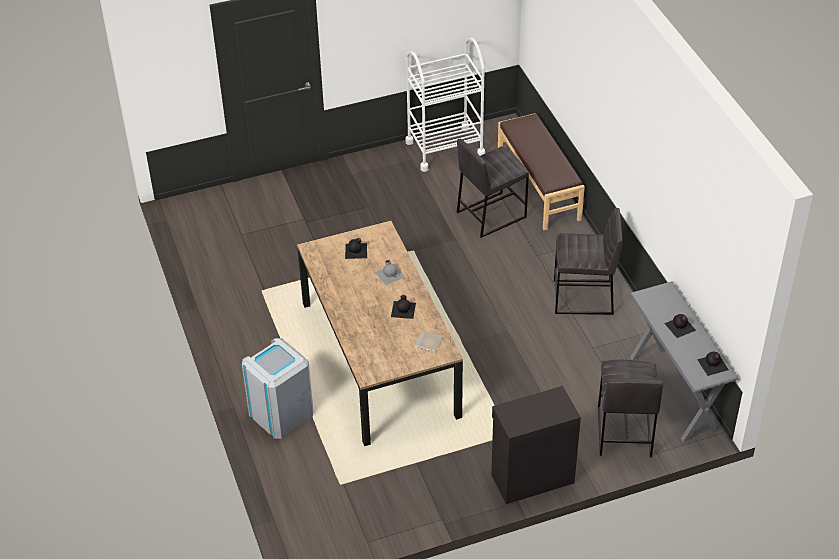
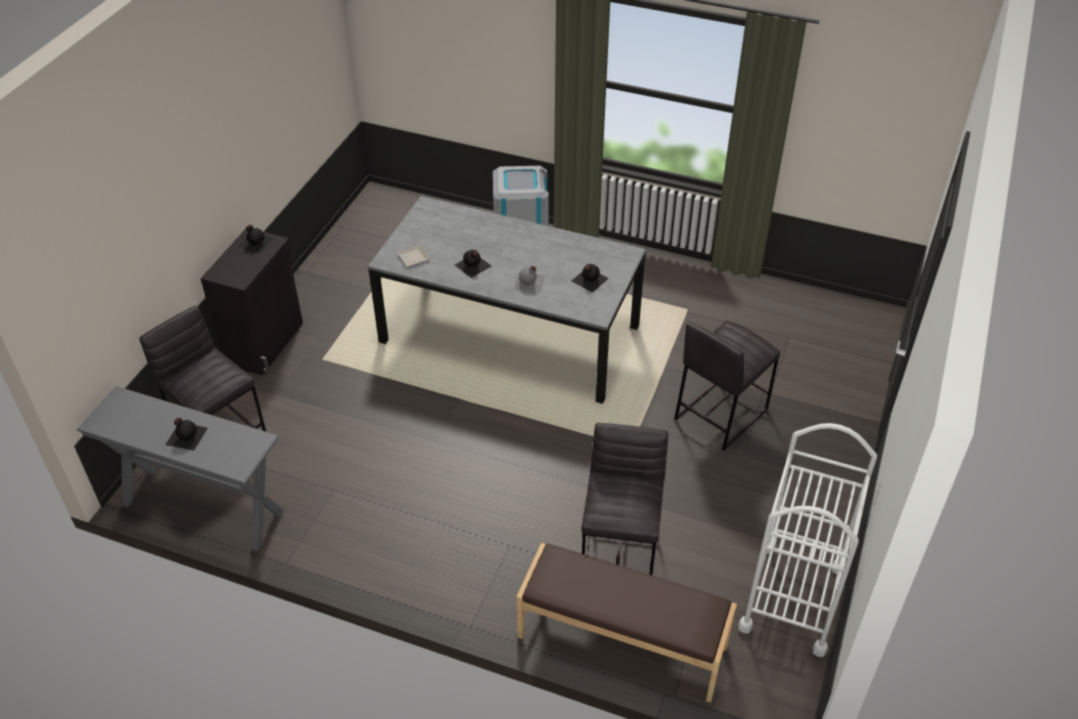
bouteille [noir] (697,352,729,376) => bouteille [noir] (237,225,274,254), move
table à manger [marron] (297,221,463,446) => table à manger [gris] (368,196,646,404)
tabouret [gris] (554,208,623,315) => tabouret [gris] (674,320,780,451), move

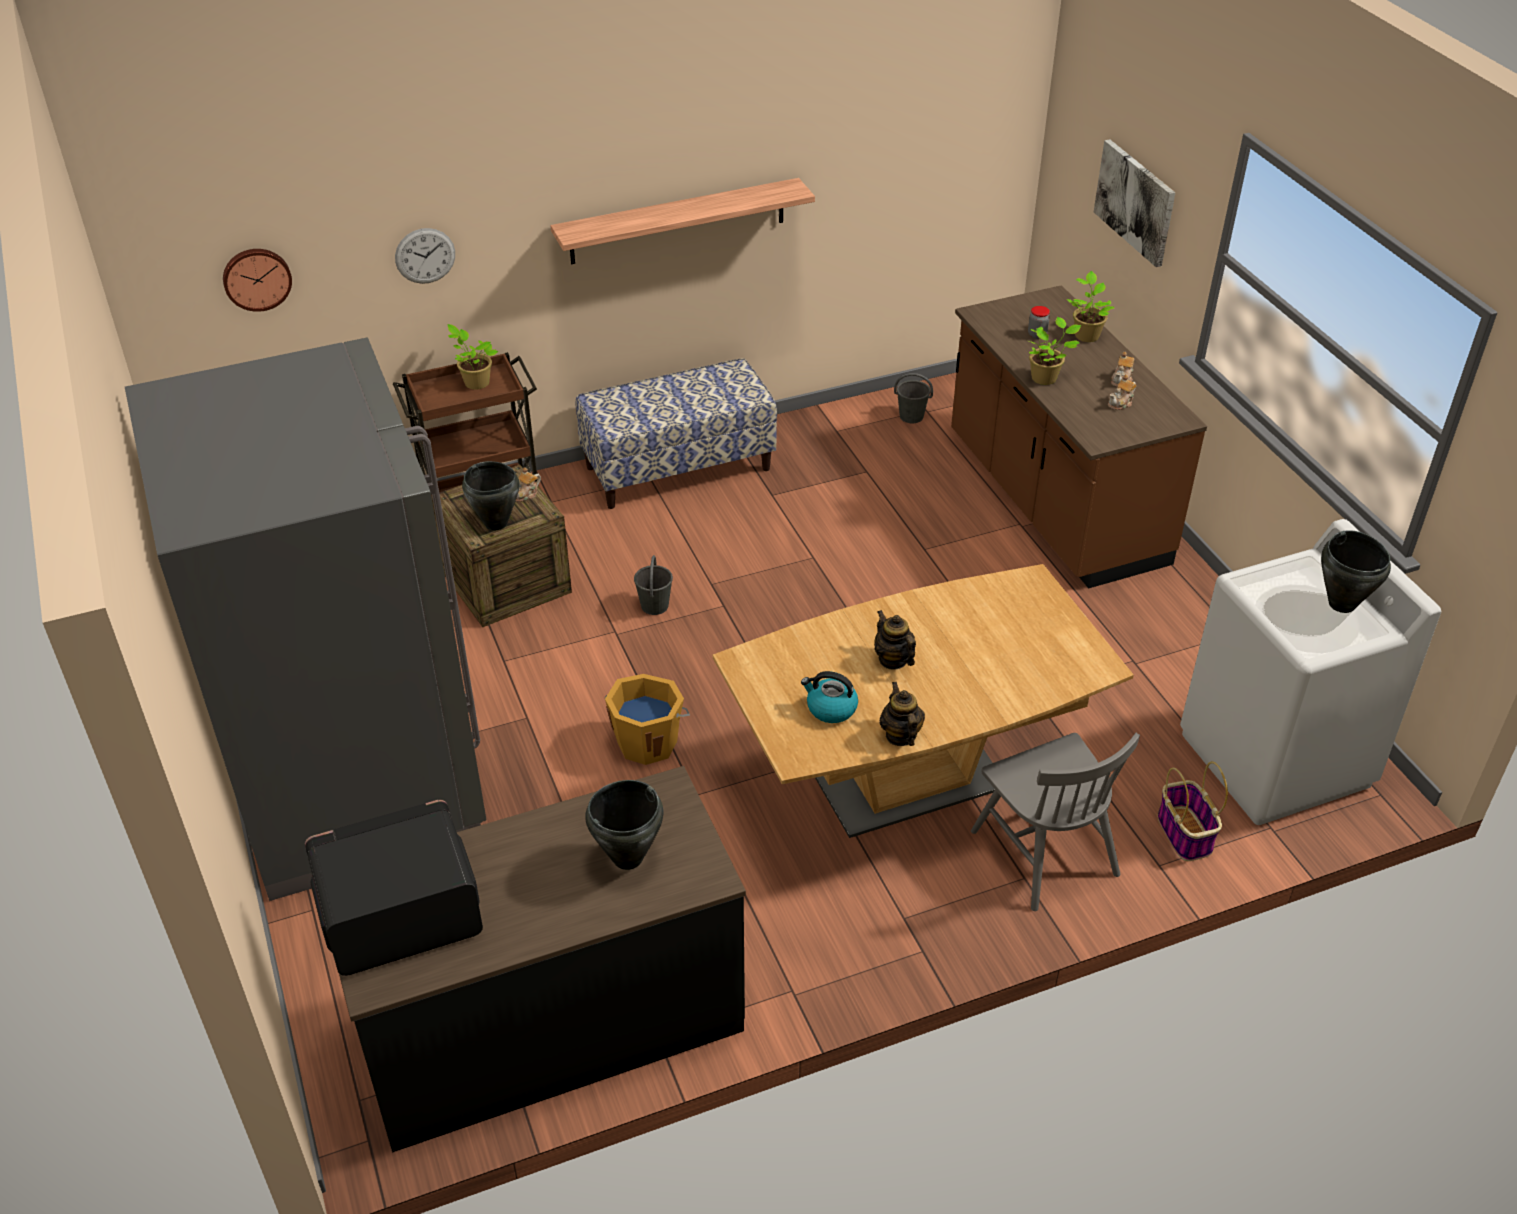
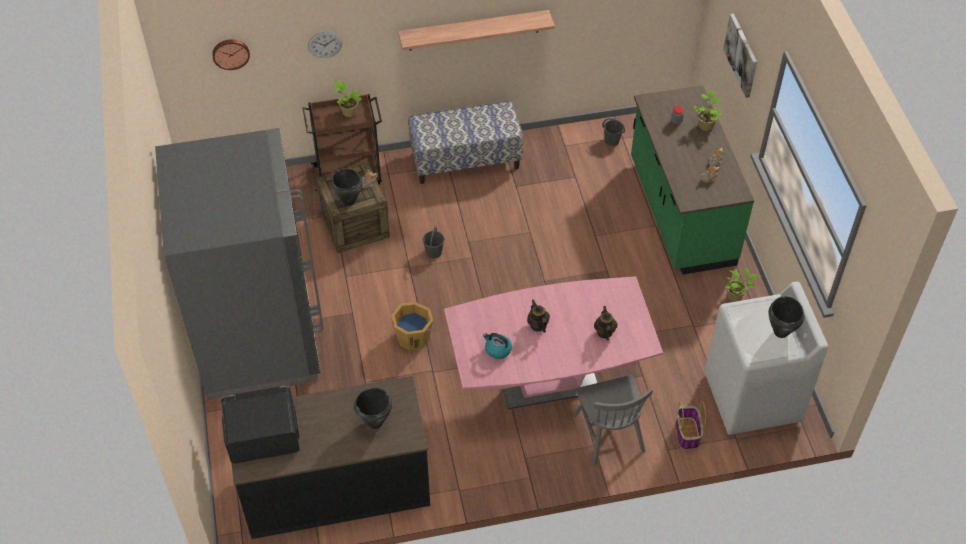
table à manger [marron] (713,564,1134,838) => table à manger [rose] (444,276,663,409)
théière (880,682,925,746) => théière (594,306,618,340), move
comptoir de cuisine [marron] (951,285,1207,589) => comptoir de cuisine [vert] (631,85,754,275)
plante en pot (1028,317,1081,385) => plante en pot (725,267,757,302), move

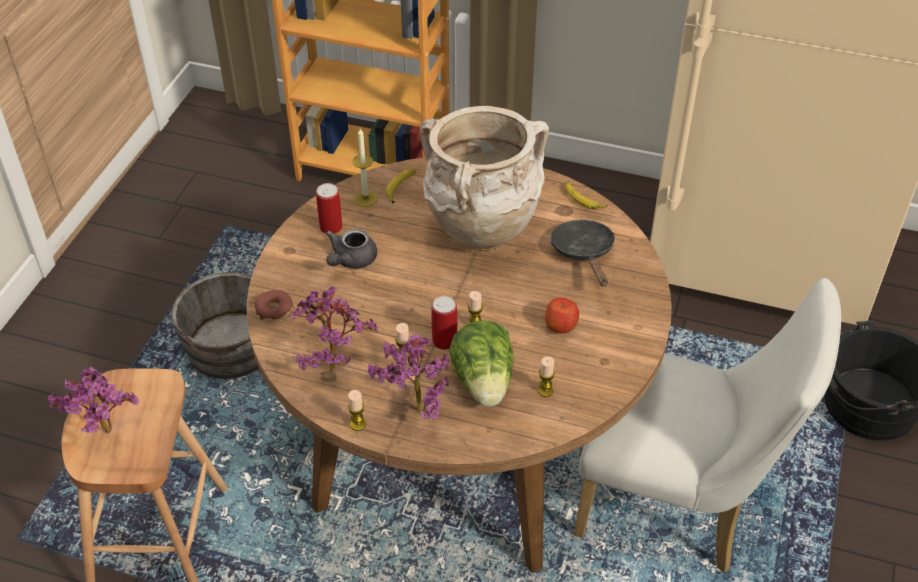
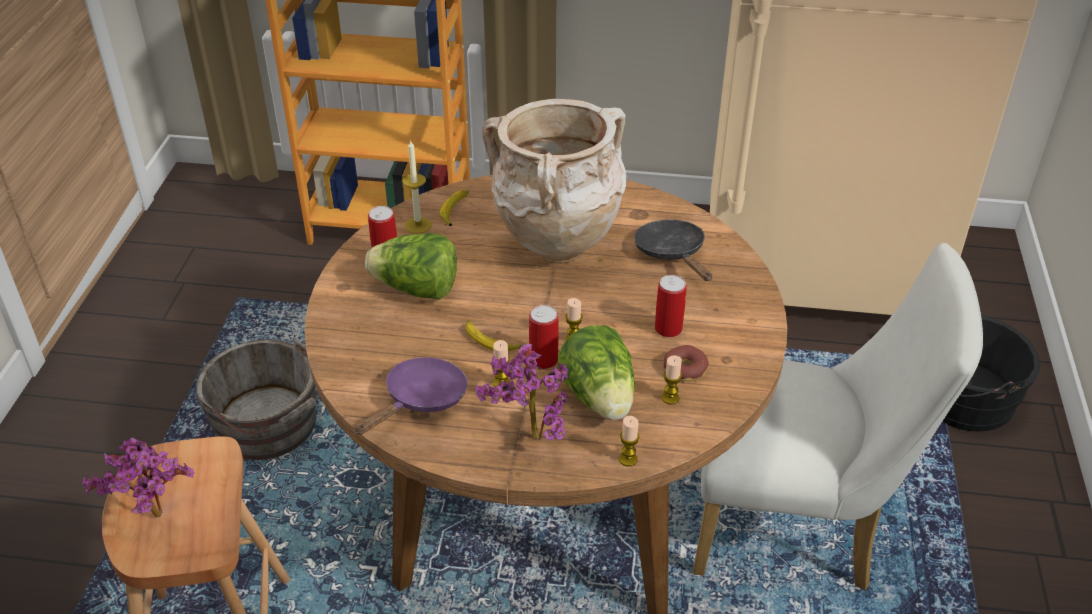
plante en pot (292,287,378,373) => poêle [violet] (354,357,468,435)
théière [gris] (326,229,377,269) => laitue (365,233,457,300)
banane (565,181,607,209) => banane (465,320,521,351), move
bougie (348,390,366,431) => bougie (619,416,640,466), move
pomme (545,298,579,333) => boîte métallique (655,275,687,337)
beignet (255,290,294,321) => beignet (664,345,709,381), move

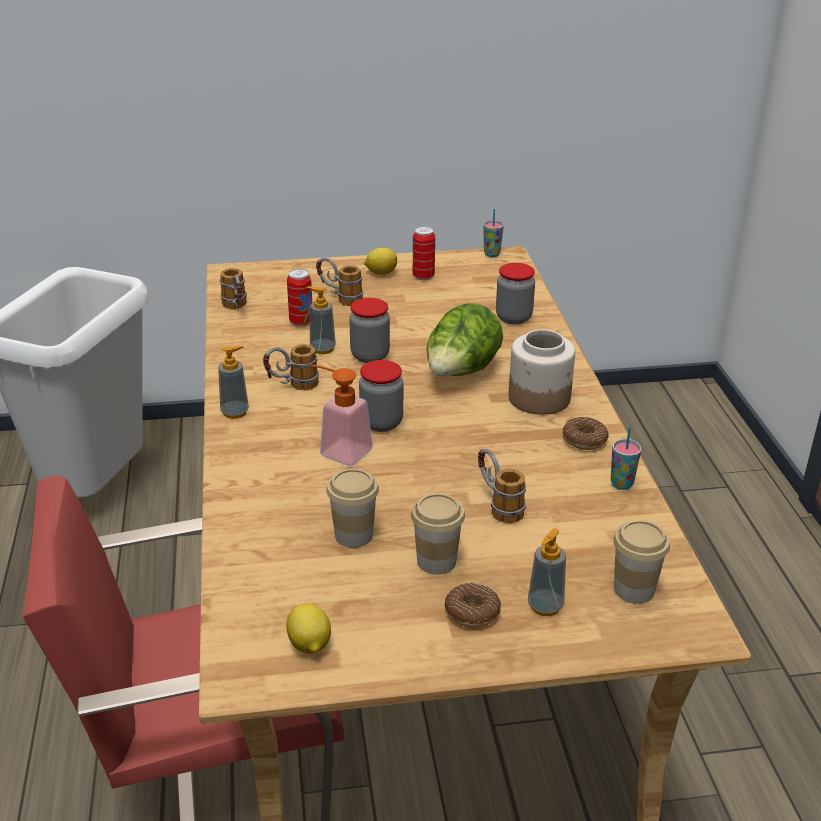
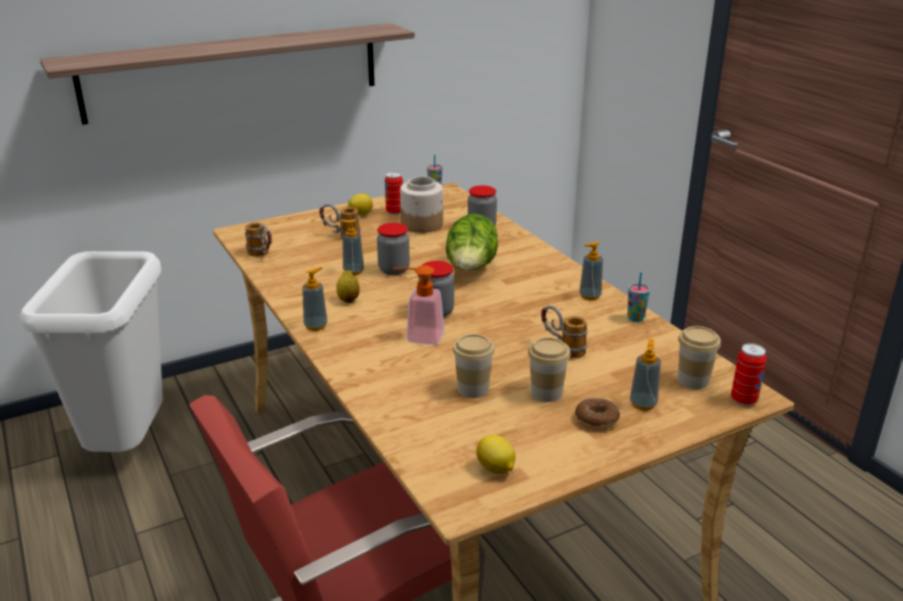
nothing => étagère (40,23,415,125)
mug (263,344,319,390) => citron (336,270,360,303)
bocal (509,329,575,415) => bocal (400,176,443,233), move
beignet (563,417,609,450) => distributeur de savon (579,242,603,301)
boîte métallique (287,268,312,327) => boîte métallique (731,343,767,406), move

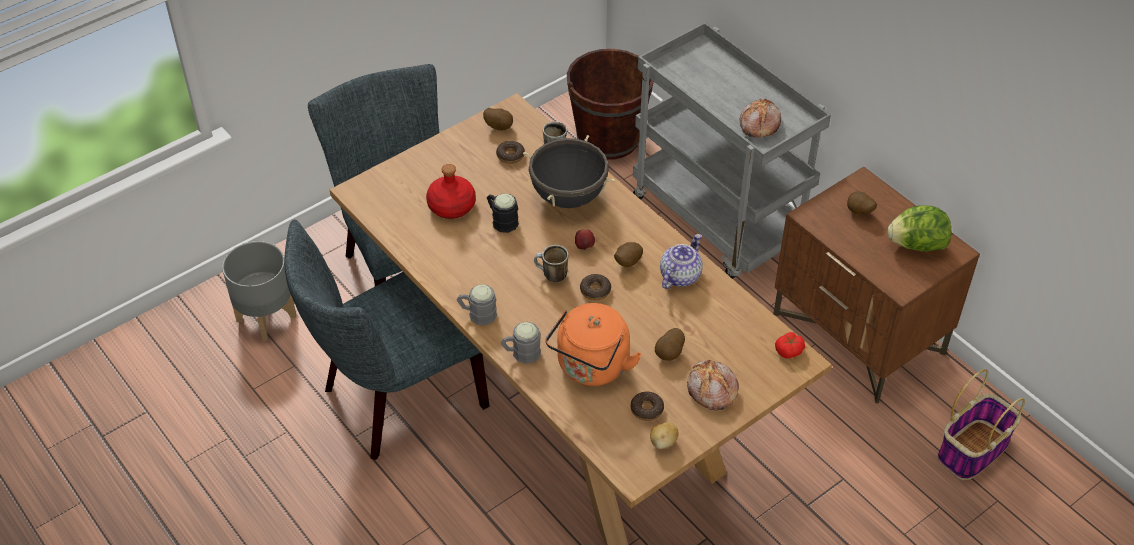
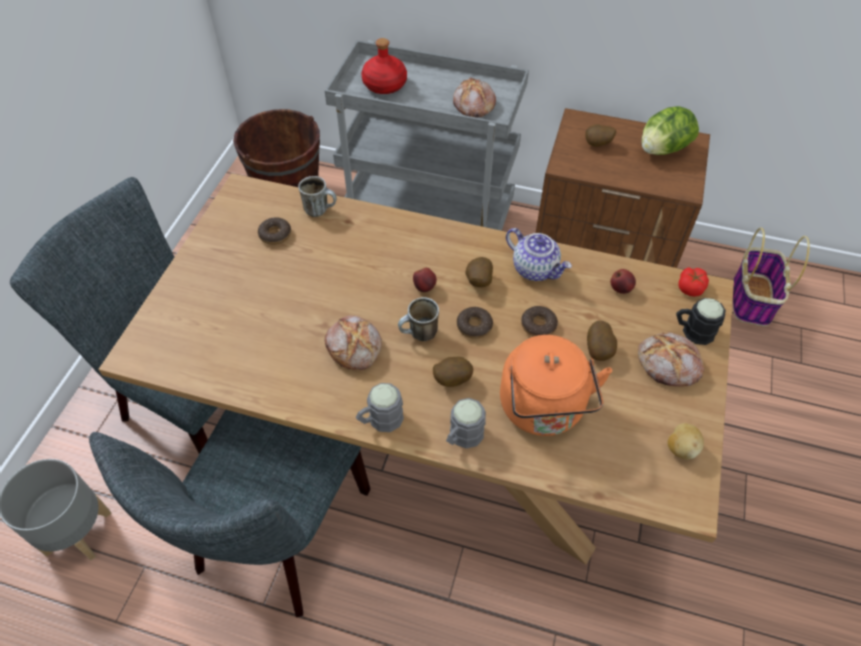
nothing => pain (325,315,382,370)
bouteille [rouge] (426,164,476,219) => bouteille [rouge] (361,38,407,94), move
pomme de terre (483,108,513,131) => pomme de terre (433,357,473,387), move
théière (660,234,703,289) => théière (506,228,572,281), 135 degrees clockwise
beignet (631,391,664,421) => beignet (521,306,558,337), move
nothing => pomme (610,269,636,294)
mug [noir] (487,194,519,233) => mug [noir] (676,298,726,345), move
marmite [noir] (523,135,615,208) => nothing

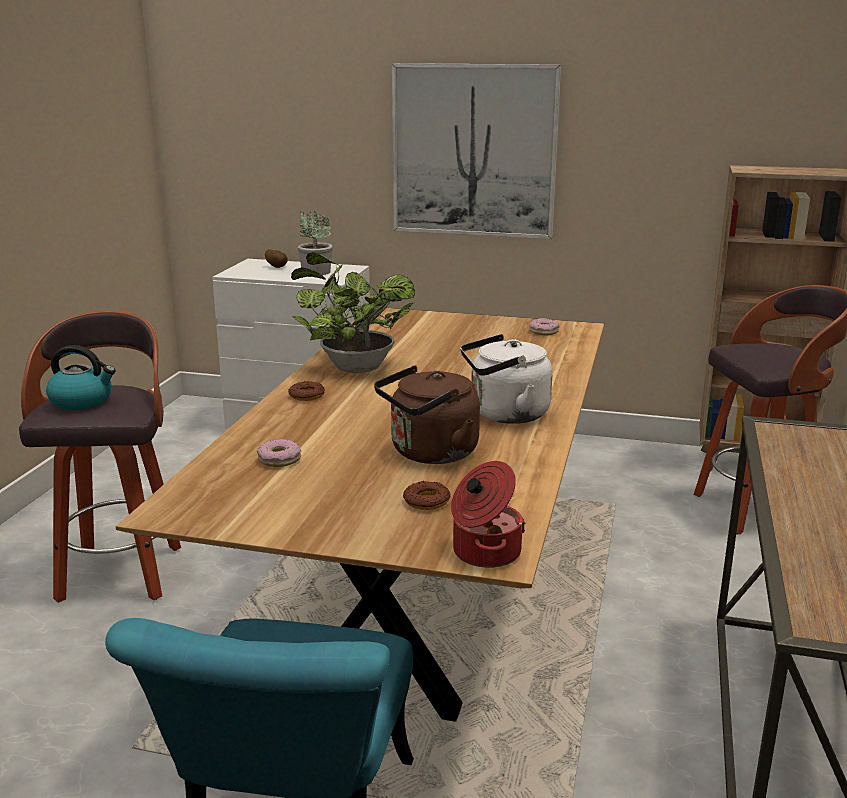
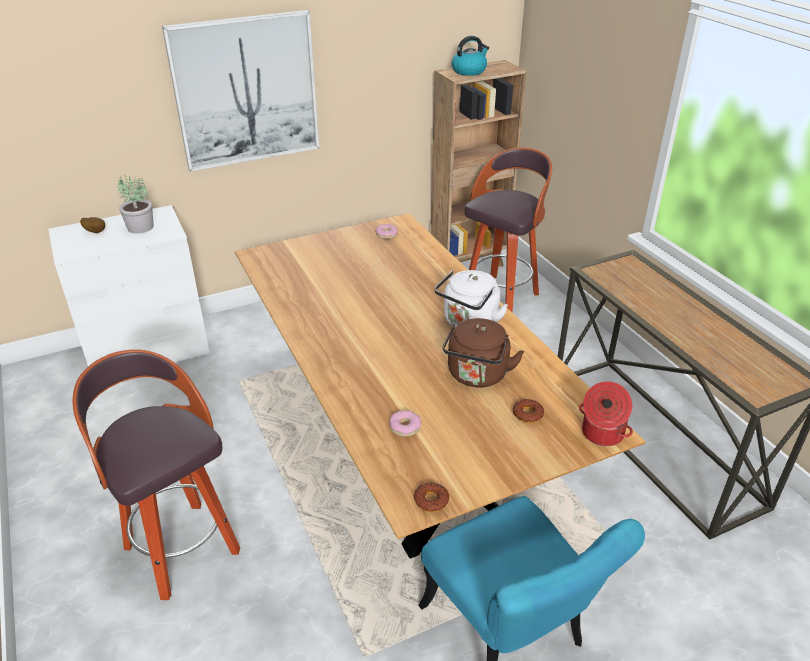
beignet (288,381,325,401) => beignet (414,482,449,512), move
bouilloire (46,345,115,410) => bouilloire (452,36,489,76), move
plante en pot (291,252,415,373) => nothing

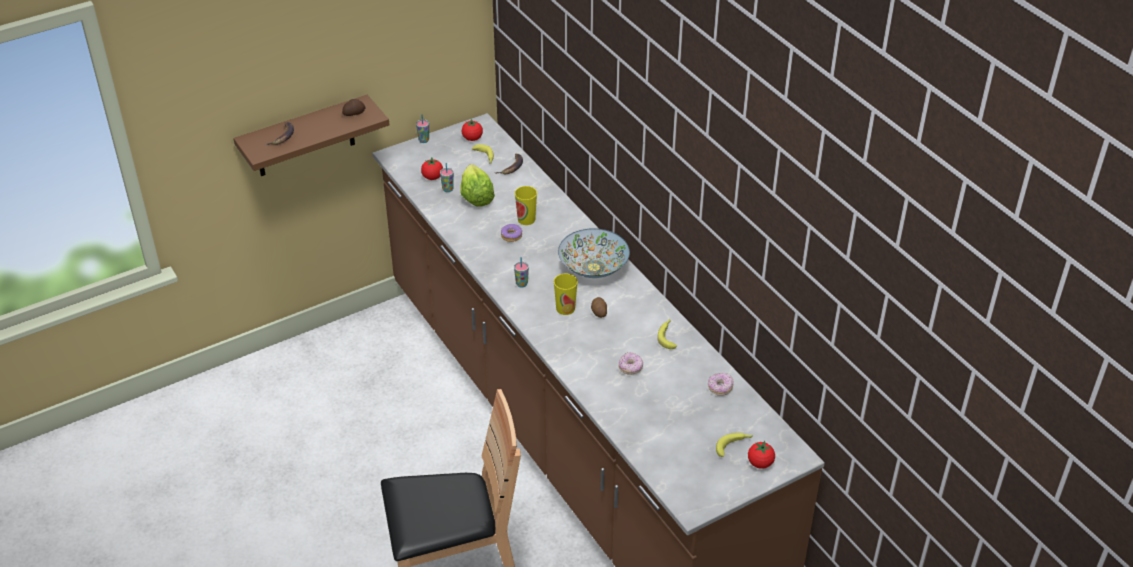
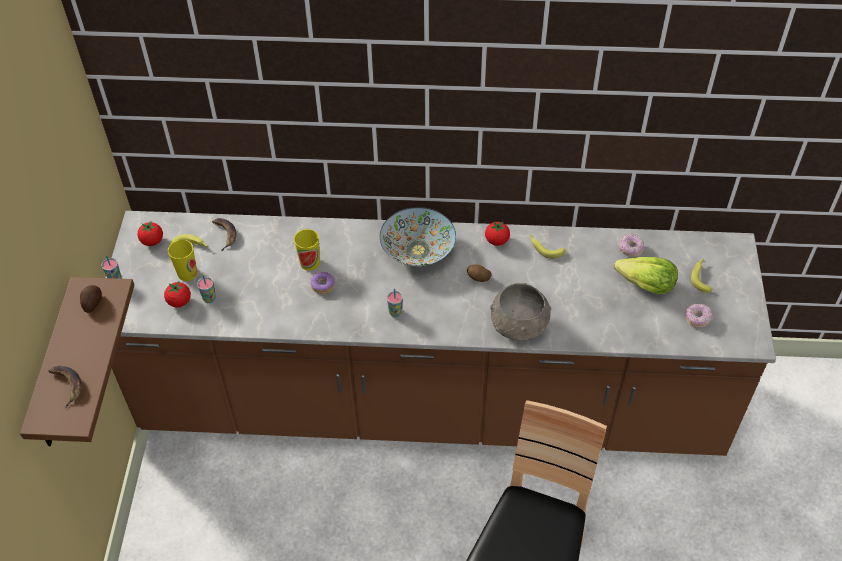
tasse (554,273,578,315) => tasse (168,240,197,281), move
tomate (748,441,775,469) => tomate (485,221,510,246), move
nothing => bol [gris] (490,283,551,341)
laitue (460,164,495,207) => laitue (614,257,678,295), move
beignet (618,353,643,375) => beignet (685,303,713,328), move

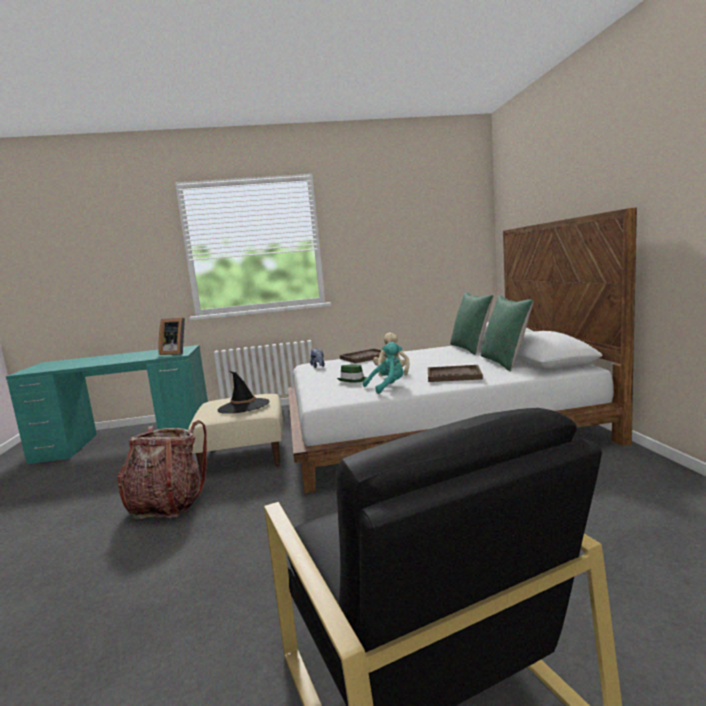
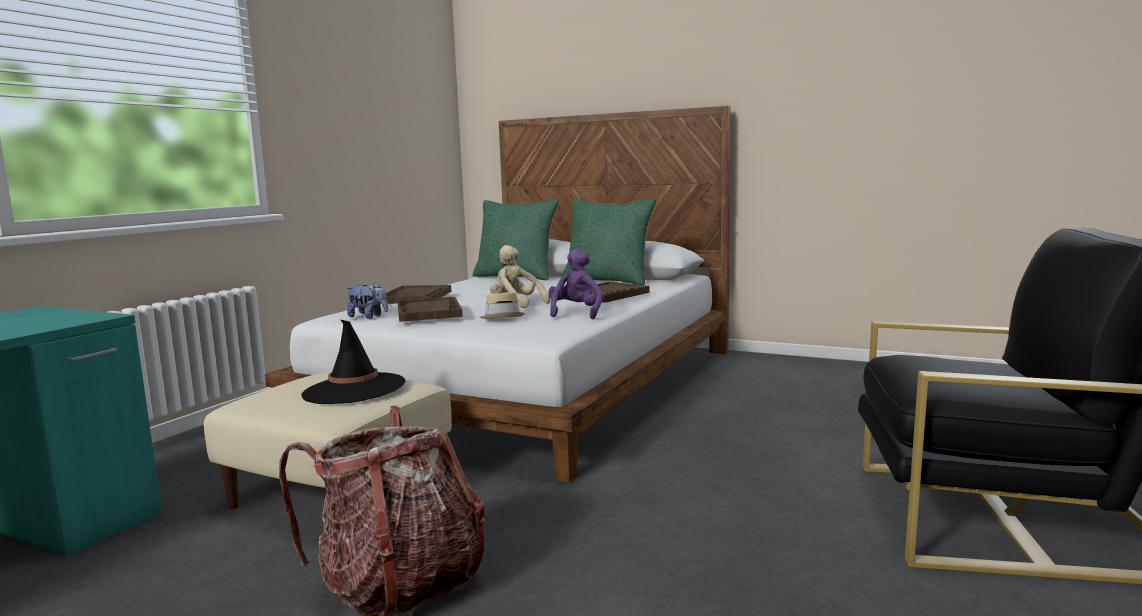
nothing => plateau [marron] (397,297,463,322)
chapeau [vert] (337,365,367,383) => chapeau [beige] (479,292,525,319)
peluche [turquoise] (363,342,404,394) => peluche [violet] (549,248,603,319)
cadre photo (158,318,185,355) => nothing

